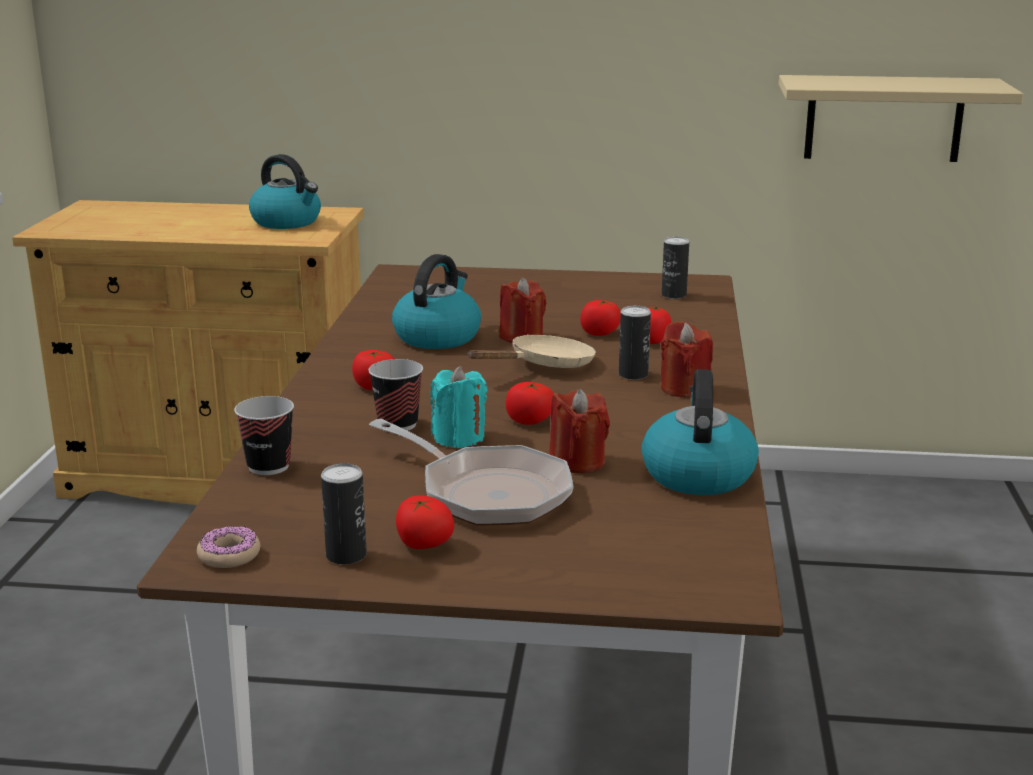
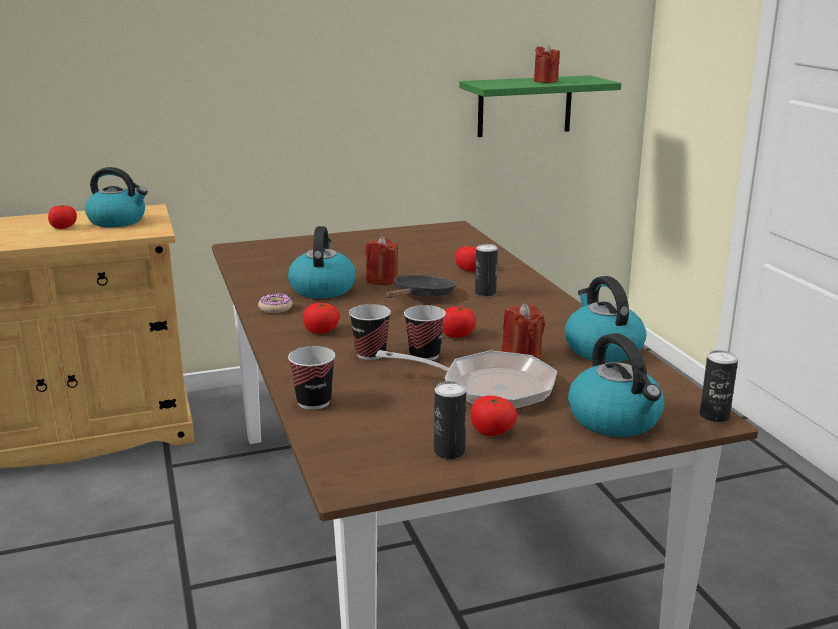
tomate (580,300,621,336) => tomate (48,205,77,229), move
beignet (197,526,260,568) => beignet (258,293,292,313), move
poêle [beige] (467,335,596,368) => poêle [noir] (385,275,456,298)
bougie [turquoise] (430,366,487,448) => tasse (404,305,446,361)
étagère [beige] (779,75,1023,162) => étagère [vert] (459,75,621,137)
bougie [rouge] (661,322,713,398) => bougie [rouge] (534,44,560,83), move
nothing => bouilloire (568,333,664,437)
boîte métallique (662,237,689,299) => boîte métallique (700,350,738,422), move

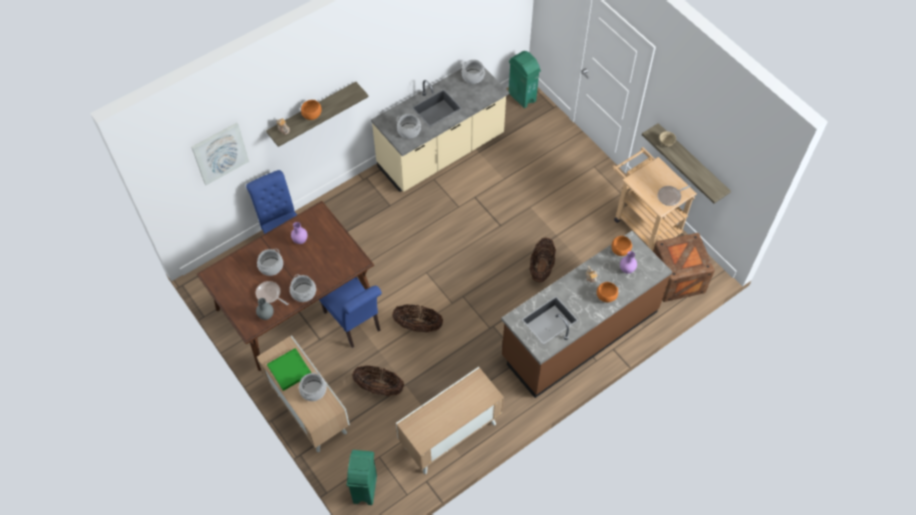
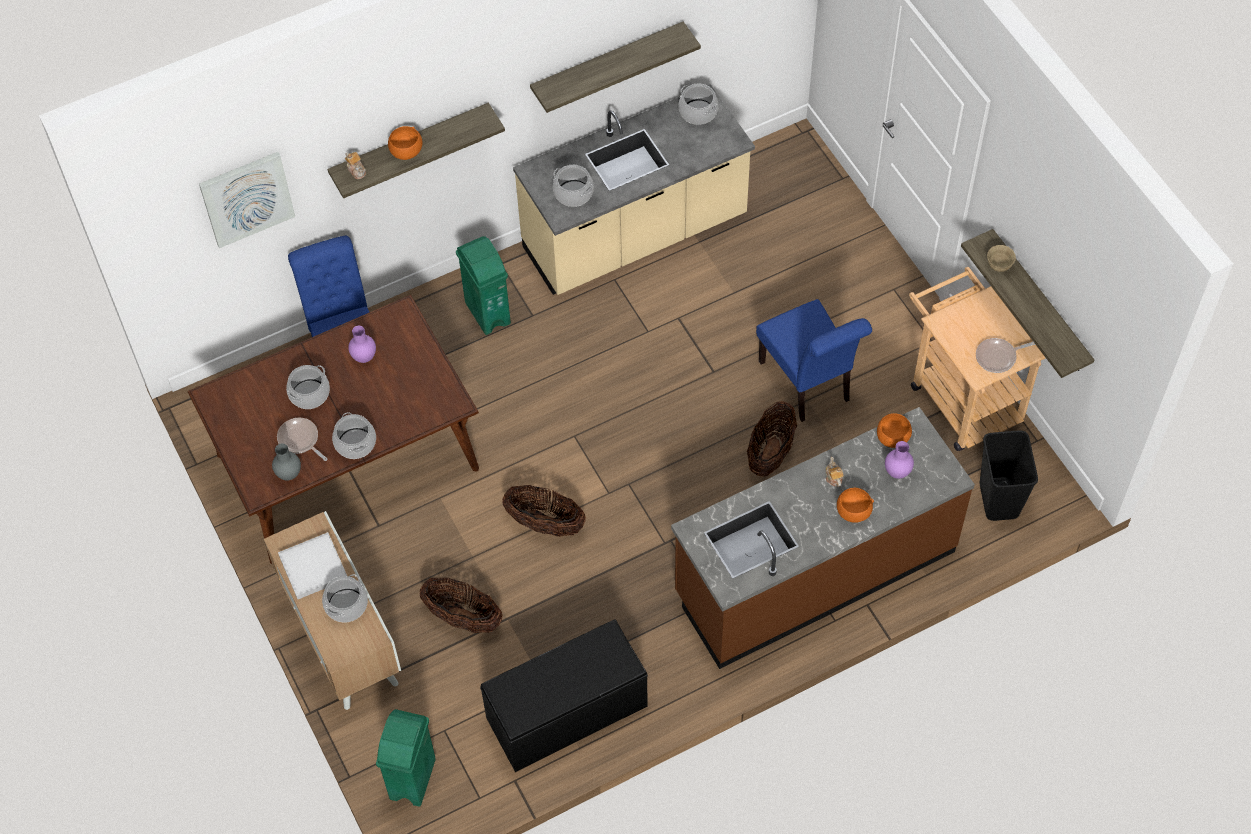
plateau [vert] (267,348,311,391) => plateau [blanc] (278,532,347,599)
poubelle [vert] (509,51,541,108) => poubelle [vert] (456,237,511,335), move
meuble de rangement (396,367,504,474) => banc [noir] (480,620,648,772)
nothing => étagère (530,22,701,113)
chaise [bleu] (319,277,382,348) => chaise [bleu] (756,299,872,422), move
caisse (653,233,715,302) => poubelle [noir] (980,430,1038,521)

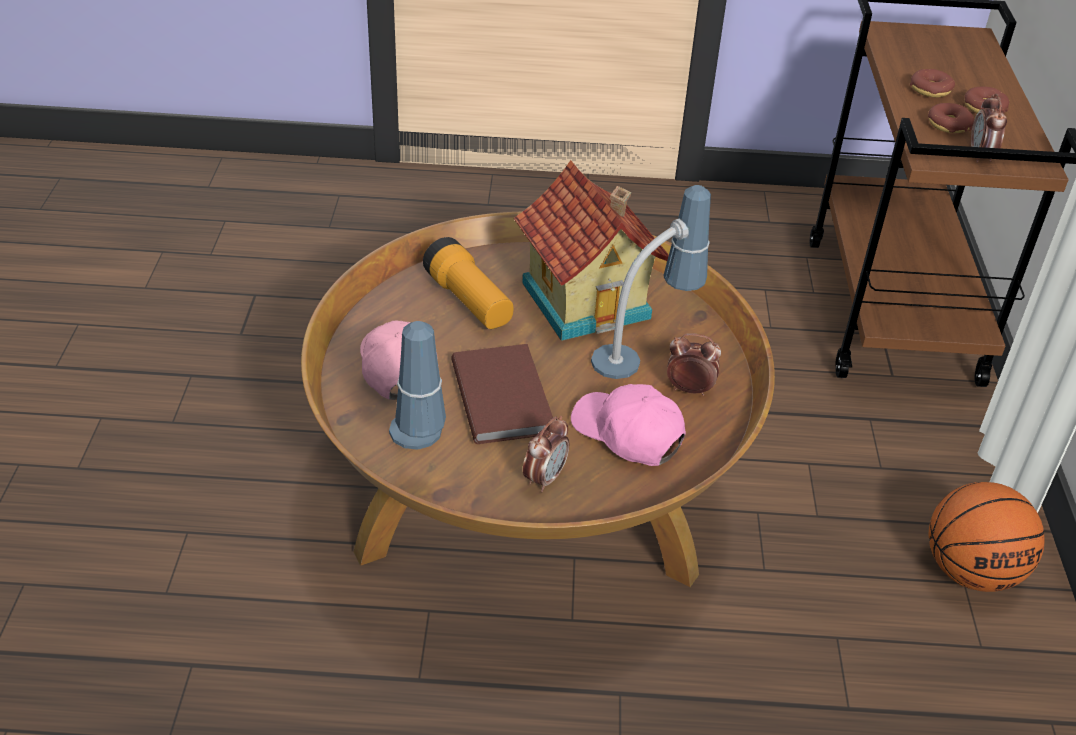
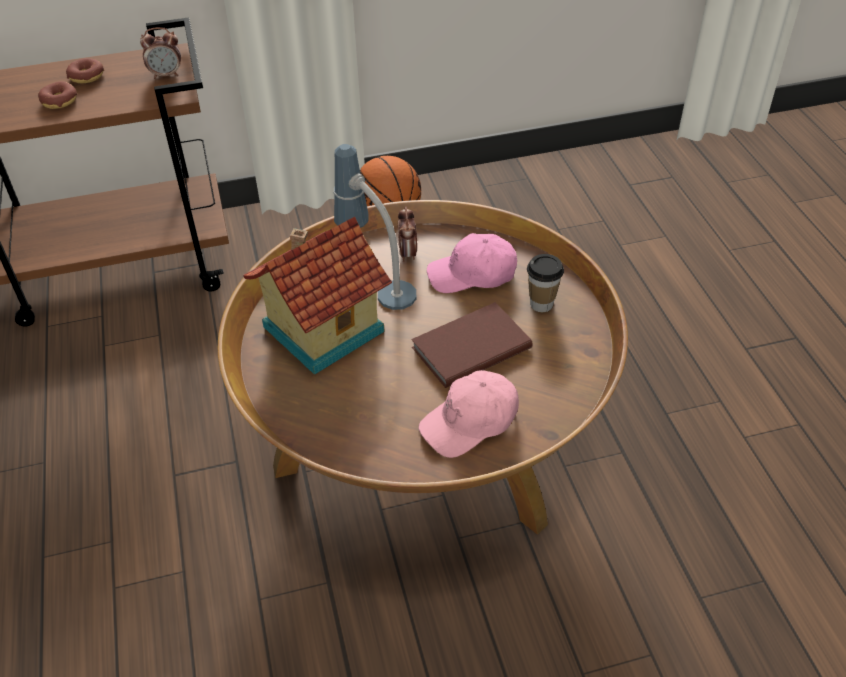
casquette [rose] (571,384,686,466) => casquette [rose] (427,233,517,293), 60 degrees clockwise
réveil (523,416,569,492) => tasse (527,254,564,312)
lampe de table (389,321,446,450) => nothing
lampe de poche (423,237,513,329) => nothing
beignet (928,103,974,133) => nothing

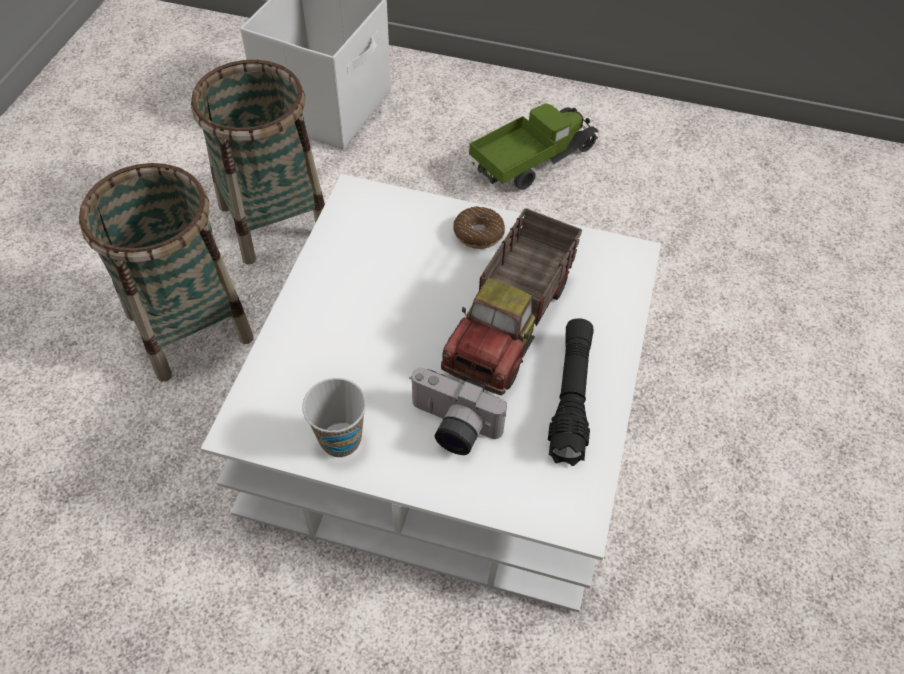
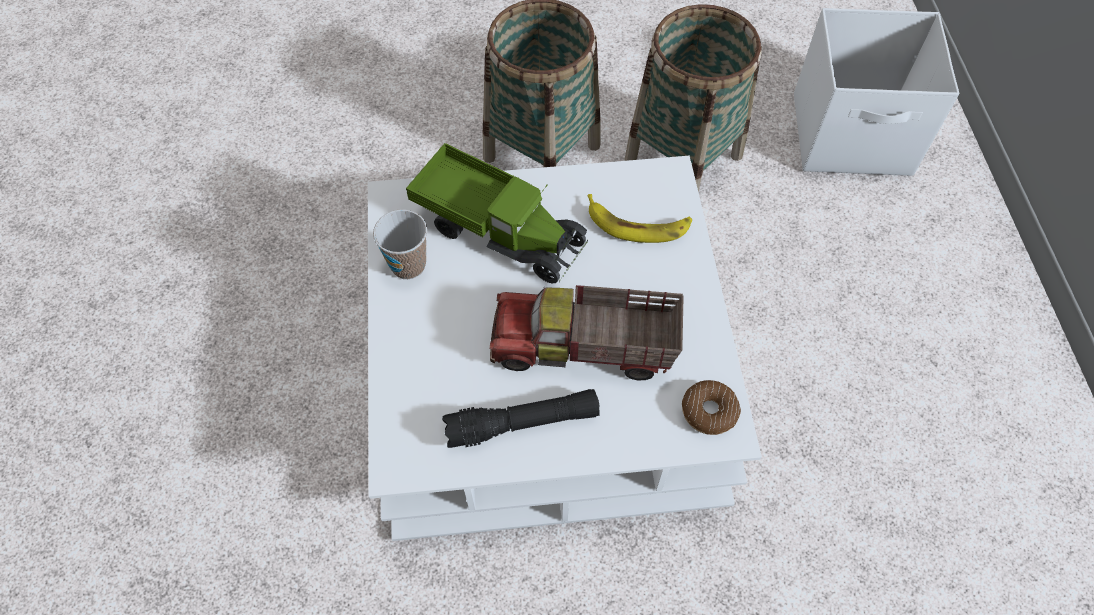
camion jouet (469,101,599,190) => camion jouet (406,143,588,284), move
nothing => banane (587,194,692,243)
beignet (453,206,505,249) => beignet (682,380,741,435), move
appareil photo (409,368,507,455) => nothing

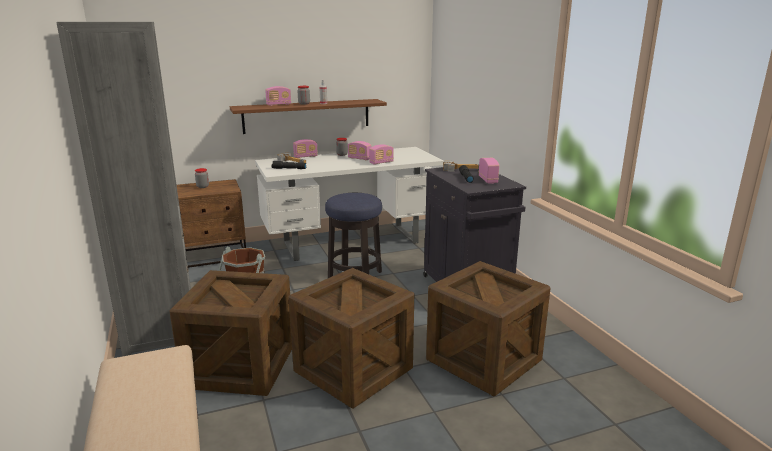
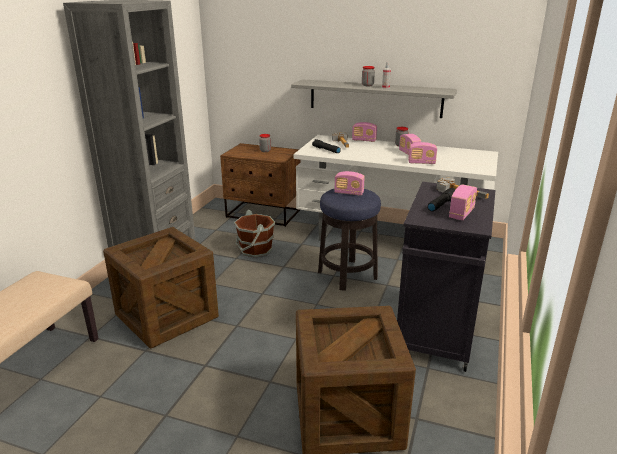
étagère [marron] (230,99,387,134) => étagère [gris] (291,79,457,118)
radio (265,86,291,106) => radio (334,171,365,195), move
caisse (288,268,414,409) => nothing

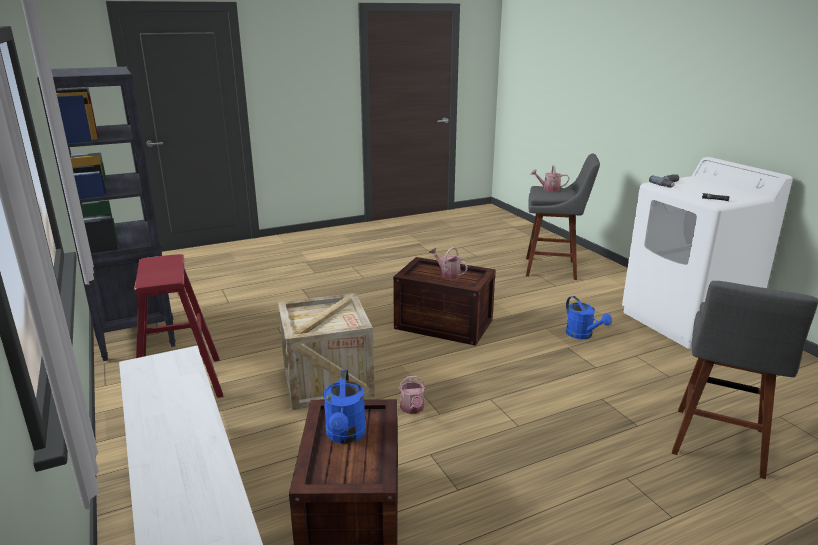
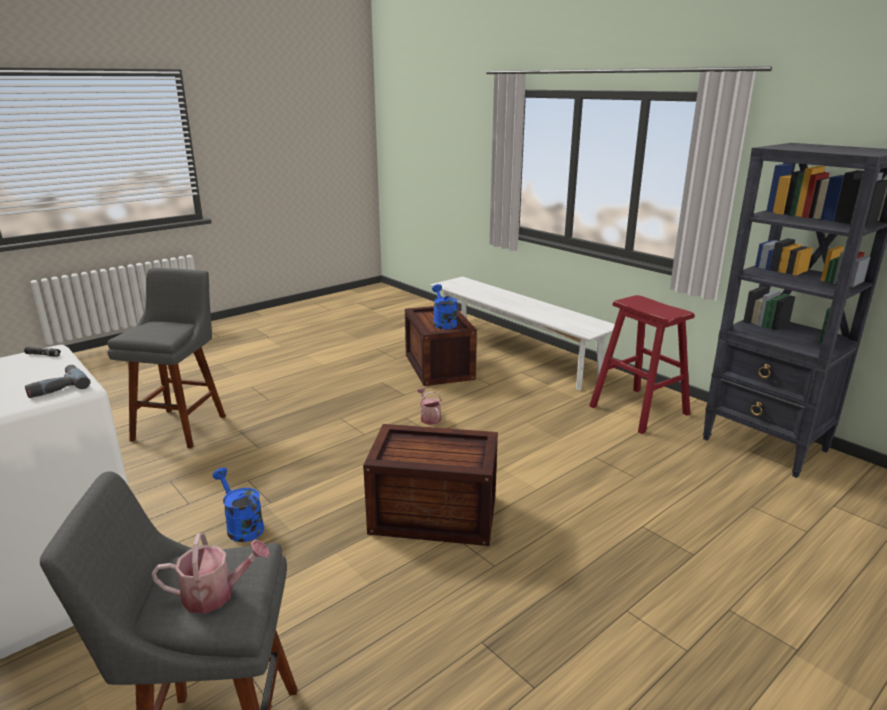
caisse (278,293,375,410) => nothing
arrosoir (429,247,468,279) => nothing

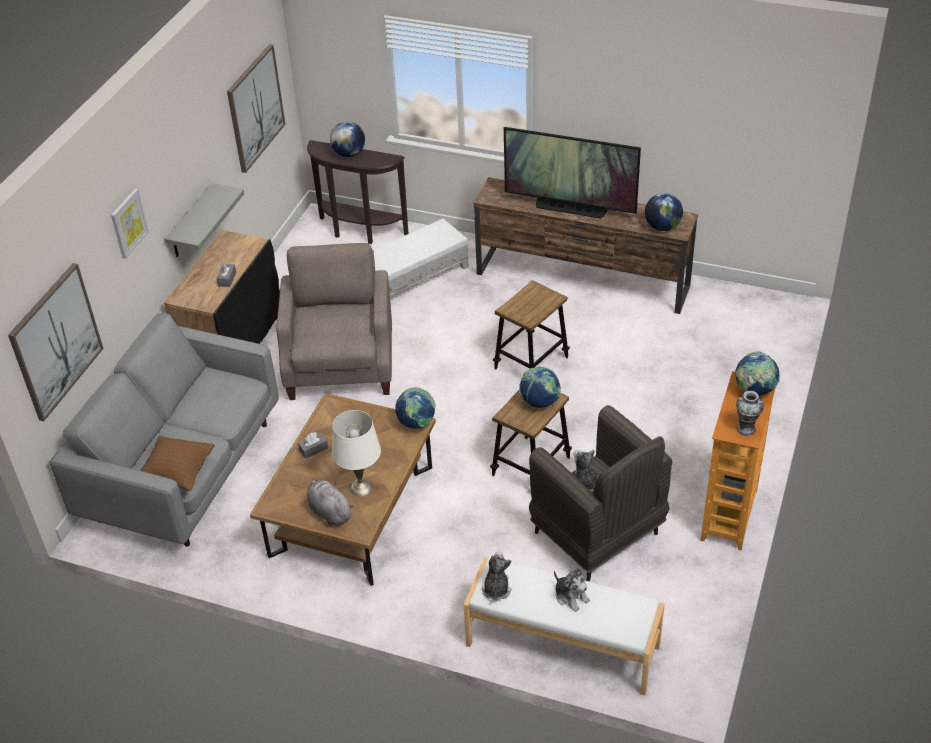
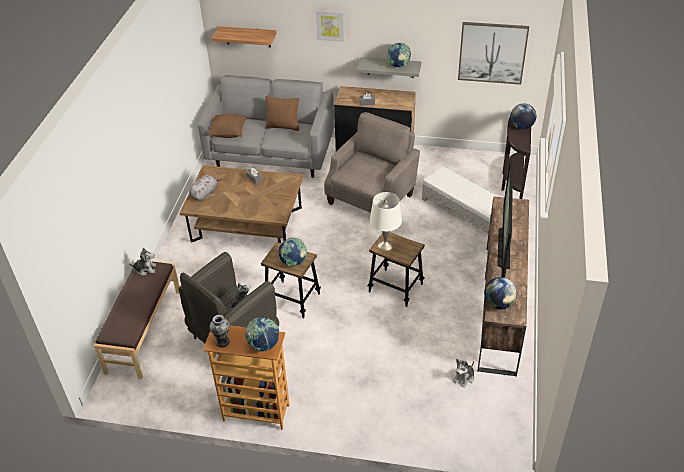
banc [blanc] (464,557,665,695) => banc [marron] (94,259,180,379)
tableau (8,263,104,421) => étagère (212,26,277,47)
nothing => coussin [marron] (265,96,299,131)
fauteuil [beige] (276,243,392,400) => fauteuil [beige] (324,112,420,213), 45 degrees counterclockwise
lampe de table [blanc] (332,410,381,496) => lampe de table [blanc] (370,192,402,251), move
globe (395,387,435,429) => globe (387,43,411,67), move
peluche (554,568,590,612) => peluche (453,359,474,388), move

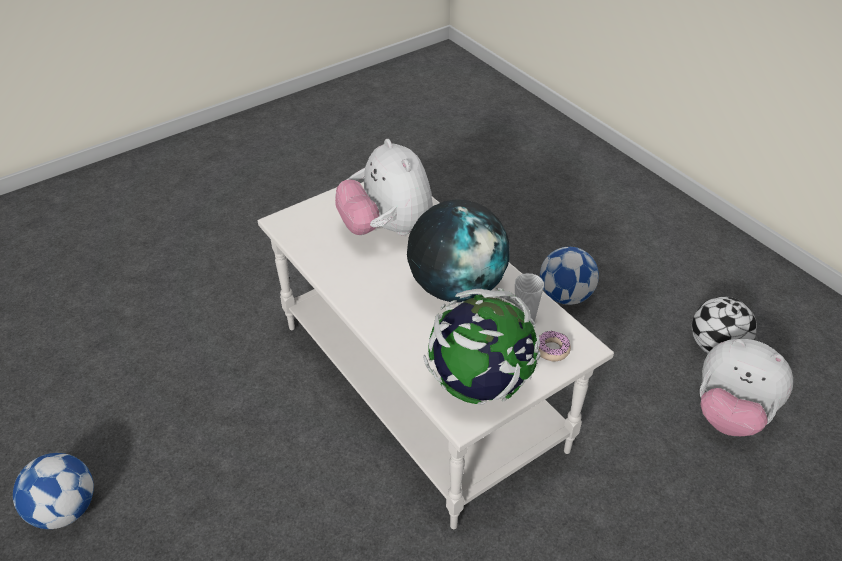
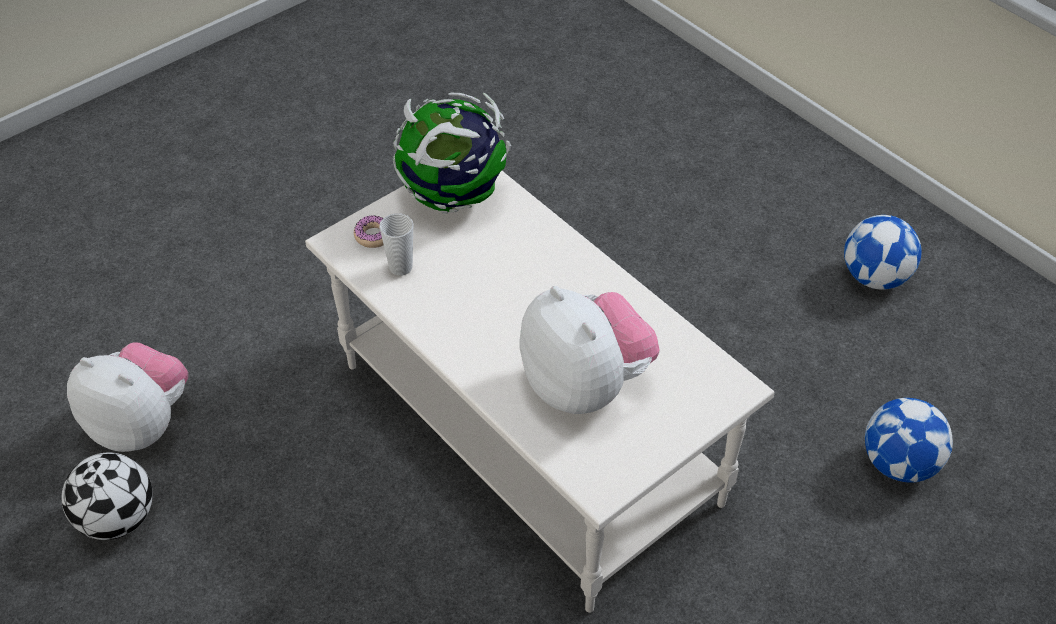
ballon de foot (540,247,599,305) => ballon de foot (865,398,953,483), move
globe (407,200,509,303) => nothing

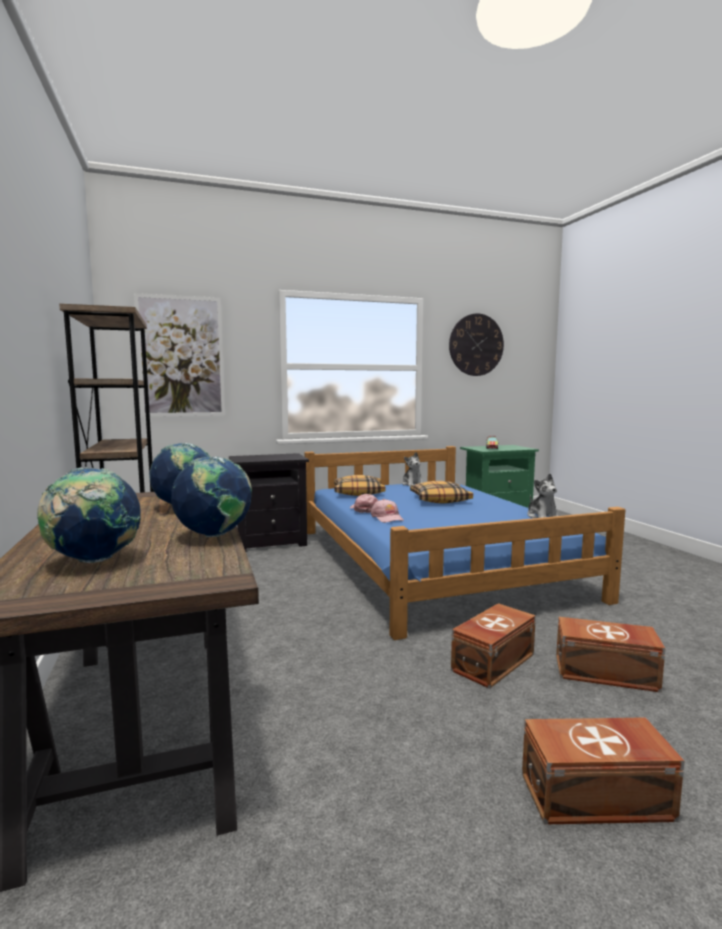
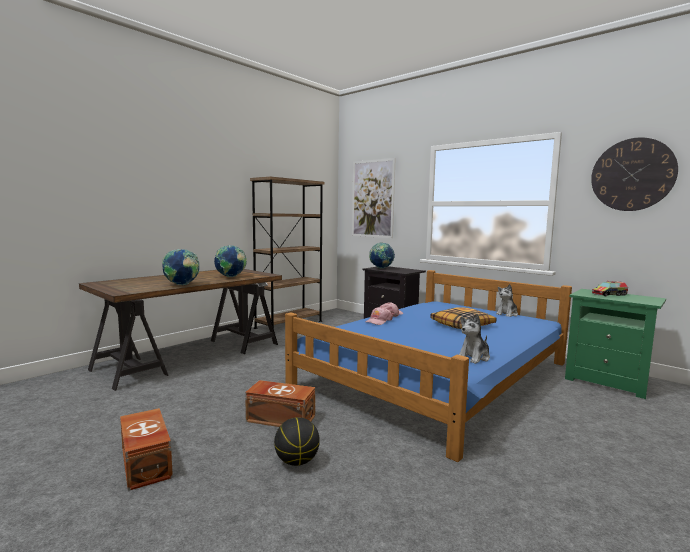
boîte de rangement [marron] (556,617,665,692) => ballon de basket (274,417,320,466)
globe (37,467,141,563) => globe (369,242,395,269), move
coussin (334,475,386,496) => nothing

